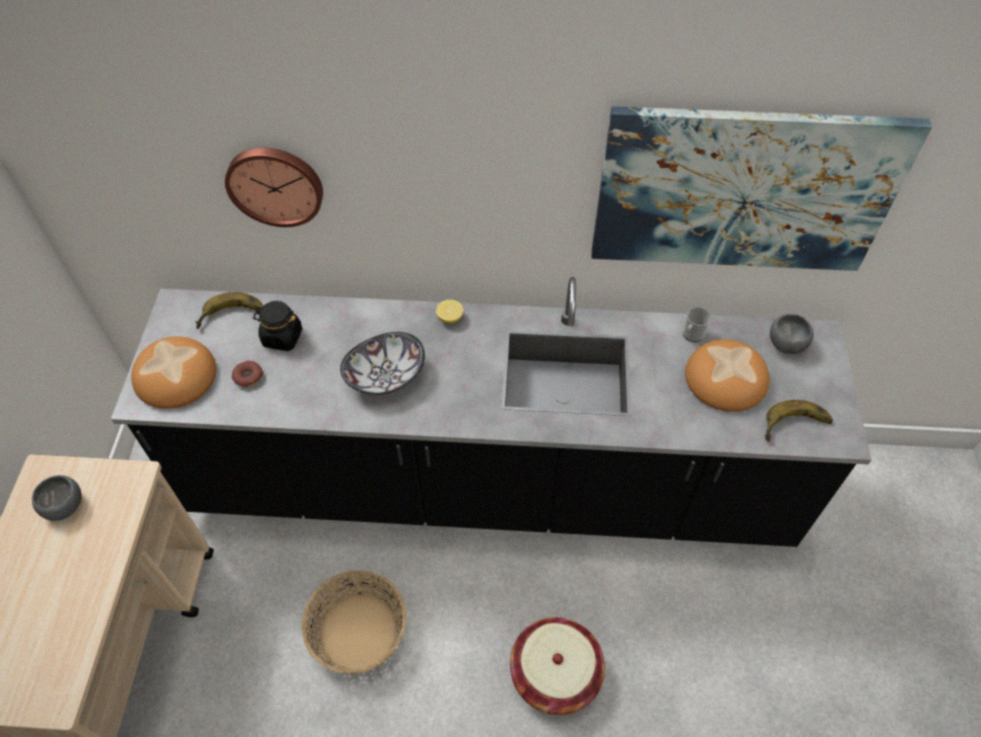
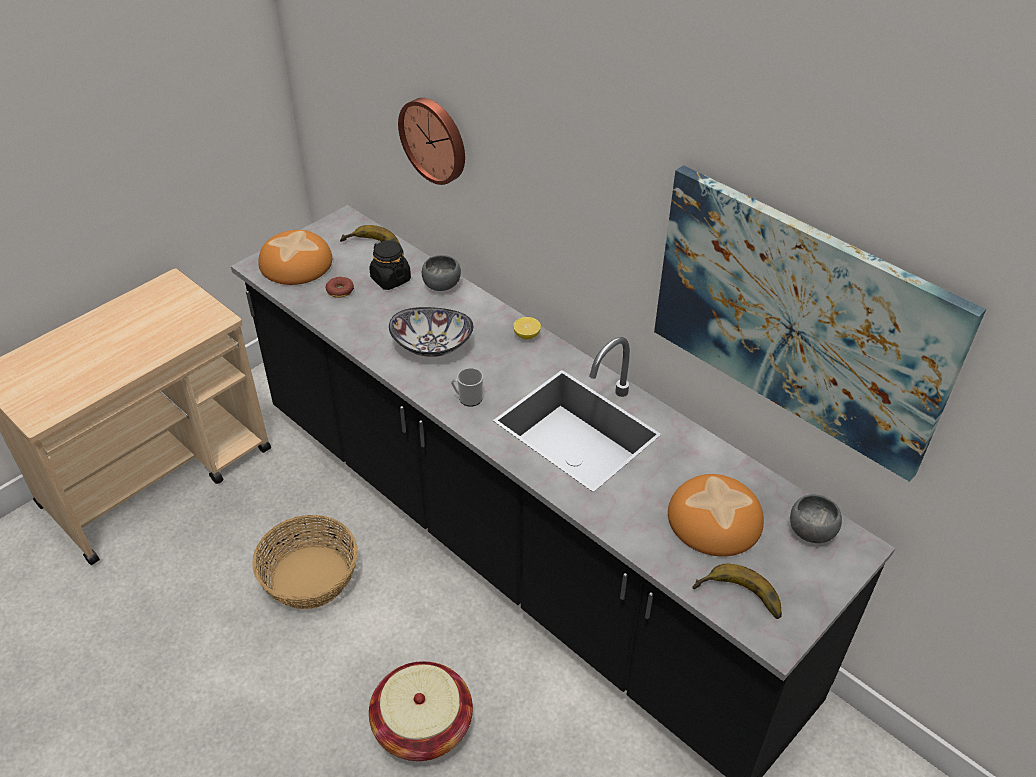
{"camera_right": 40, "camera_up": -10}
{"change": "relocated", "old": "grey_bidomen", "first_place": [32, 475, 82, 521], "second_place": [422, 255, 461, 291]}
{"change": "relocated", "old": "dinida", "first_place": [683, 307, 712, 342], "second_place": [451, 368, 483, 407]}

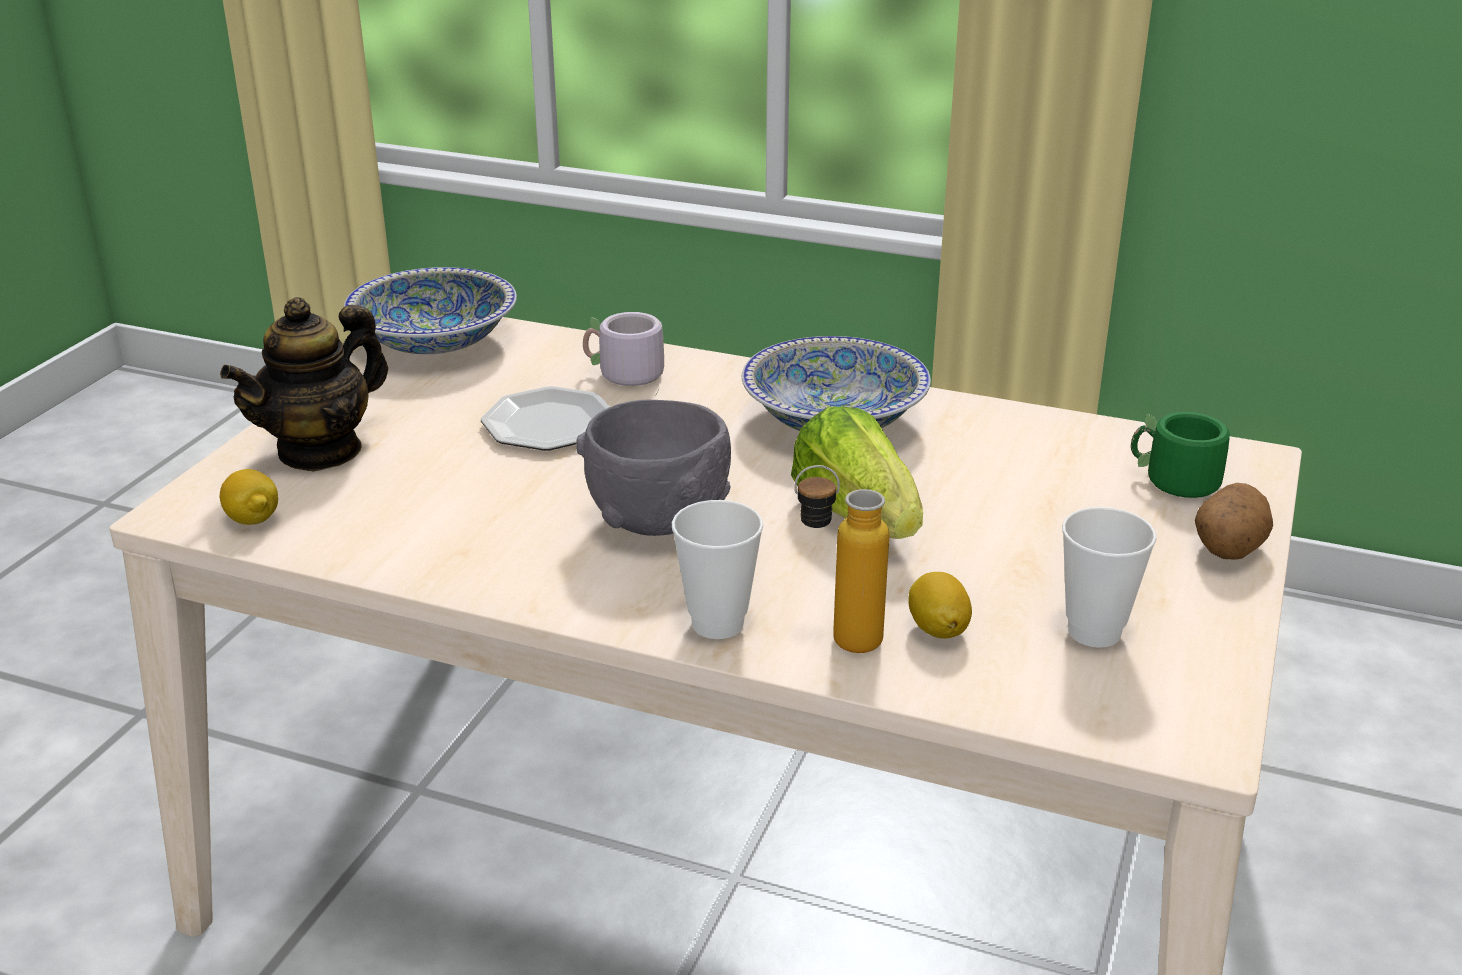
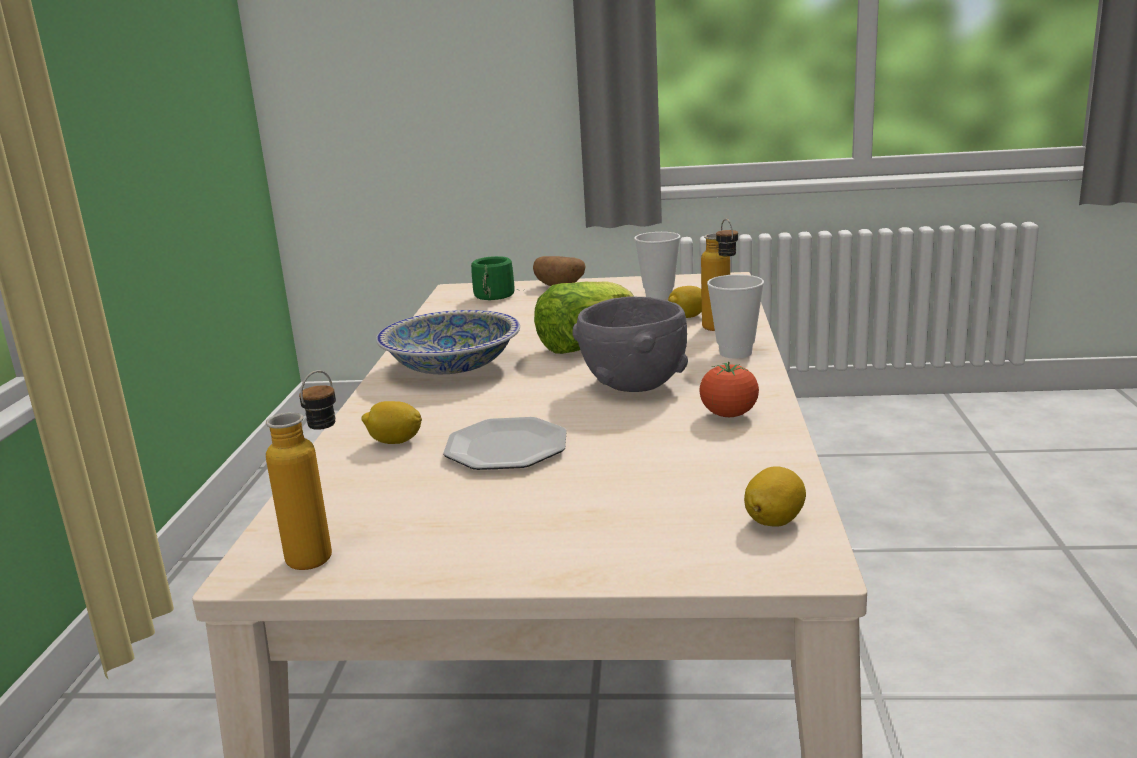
{"camera_right": -105, "camera_up": -10}
{"change": "missing", "old": "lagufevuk", "first_place": [220, 297, 388, 471]}
{"change": "appeared", "new": "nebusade", "second_place": [699, 362, 759, 417]}
{"change": "exchanged", "old": "bidomen", "new": "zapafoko", "first_place": [344, 267, 517, 354], "second_place": [266, 370, 336, 570]}
{"change": "exchanged", "old": "grey_dinida", "new": "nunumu", "first_place": [583, 312, 664, 396], "second_place": [362, 401, 422, 444]}

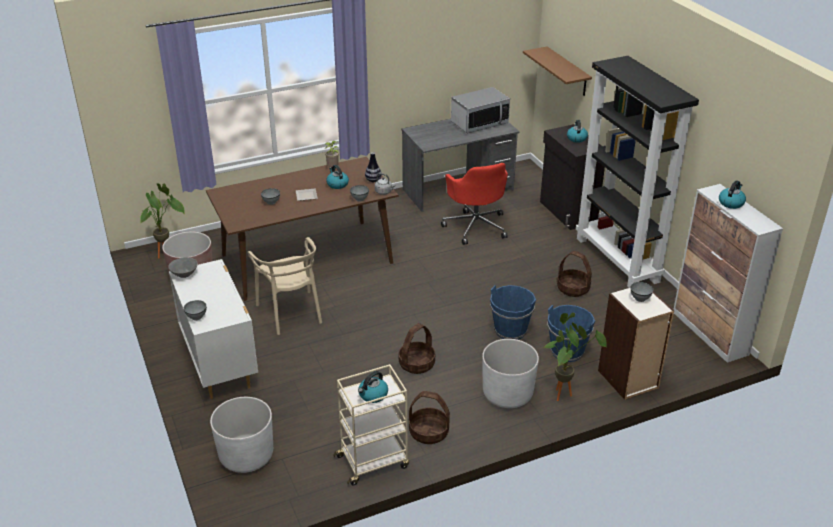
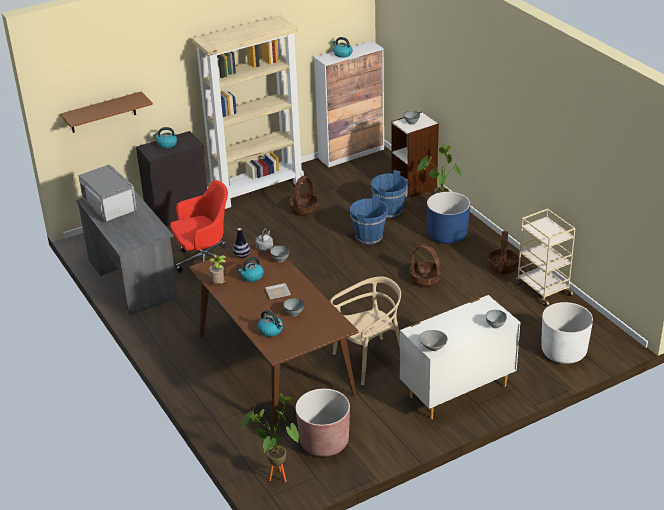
{"camera_right": -95, "camera_up": 0}
{"change": "relocated", "old": "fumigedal", "first_place": [358, 371, 388, 403], "second_place": [258, 310, 283, 337]}
{"change": "colour", "old": "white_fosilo", "new": "blue_fosilo", "first_place": [482, 339, 539, 408], "second_place": [427, 192, 470, 244]}
{"change": "colour", "old": "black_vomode", "new": "beige_vomode", "first_place": [576, 56, 699, 288], "second_place": [192, 15, 304, 209]}

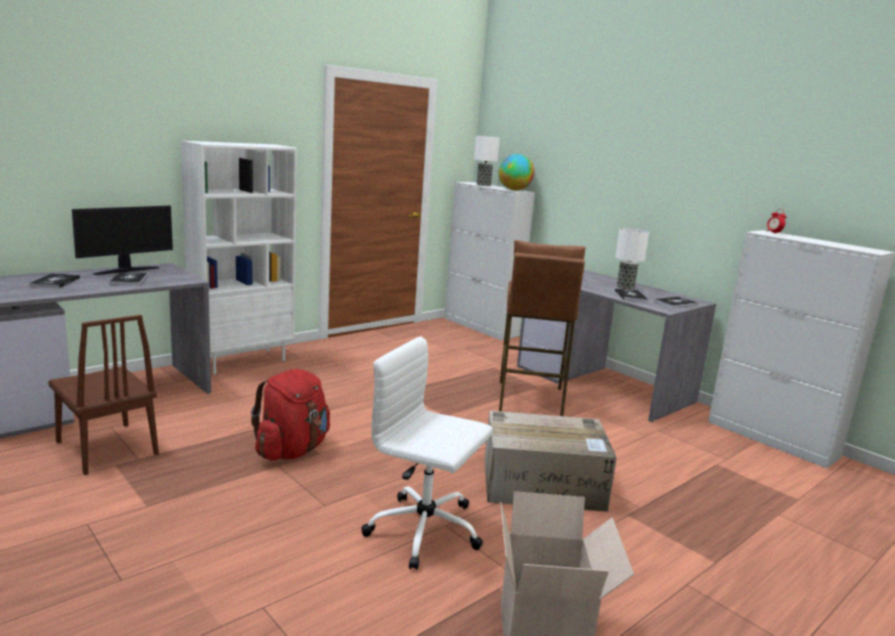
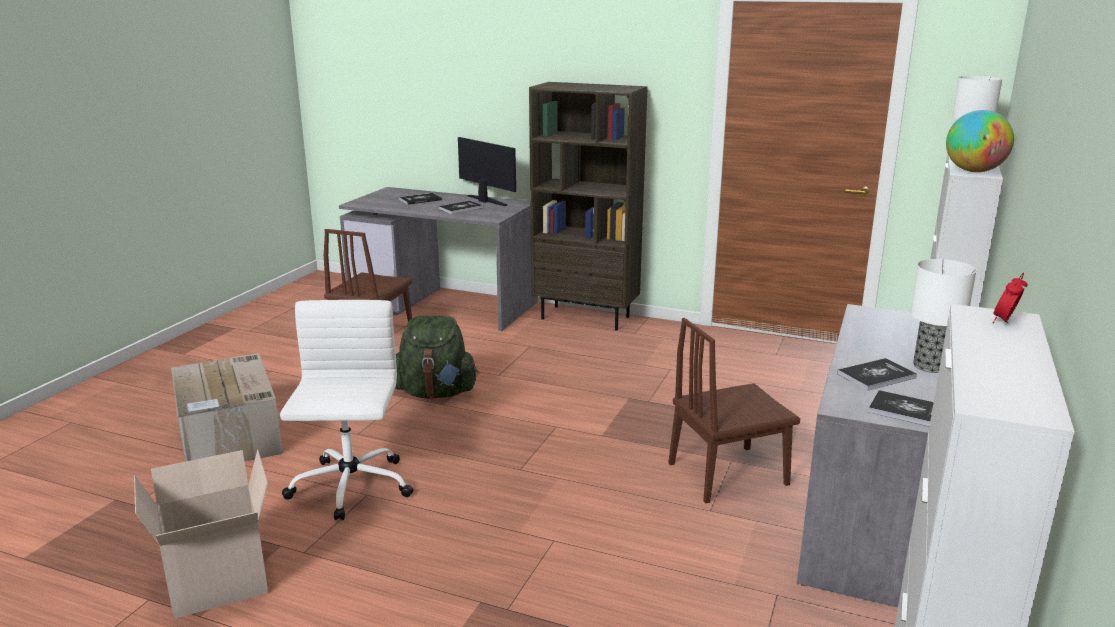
{"camera_right": 65, "camera_up": 5}
{"change": "relocated", "old": "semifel", "first_place": [485, 411, 617, 512], "second_place": [171, 353, 283, 462]}
{"change": "exchanged", "old": "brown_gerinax", "new": "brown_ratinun", "first_place": [499, 240, 586, 416], "second_place": [669, 318, 800, 503]}
{"change": "colour", "old": "white_vomode", "new": "brown_vomode", "first_place": [181, 141, 297, 374], "second_place": [529, 82, 648, 330]}
{"change": "colour", "old": "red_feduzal", "new": "green_feduzal", "first_place": [251, 369, 330, 461], "second_place": [395, 316, 478, 399]}
{"change": "spun", "old": "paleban", "first_place": [72, 205, 173, 275], "second_place": [458, 137, 516, 206], "degrees": -150}

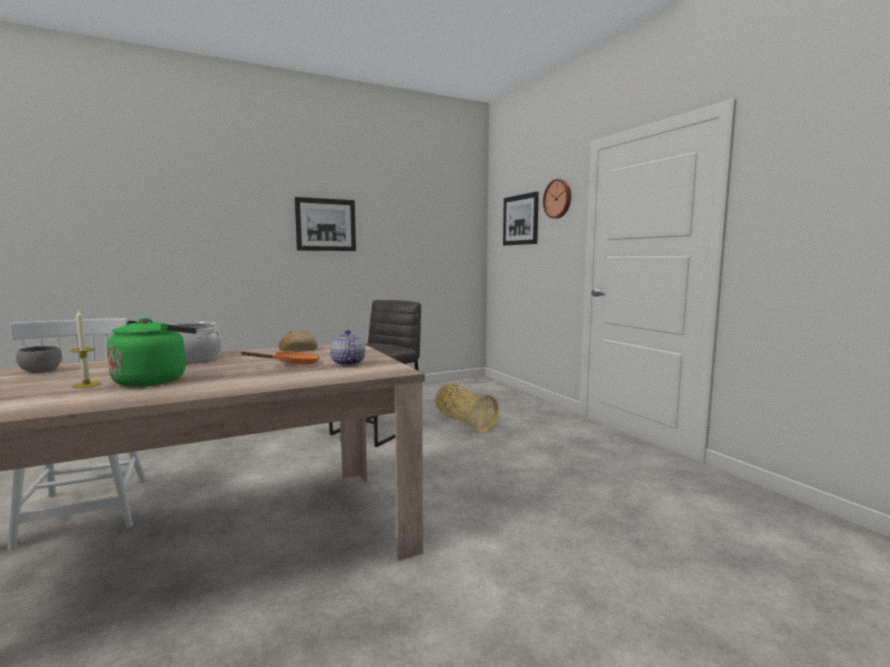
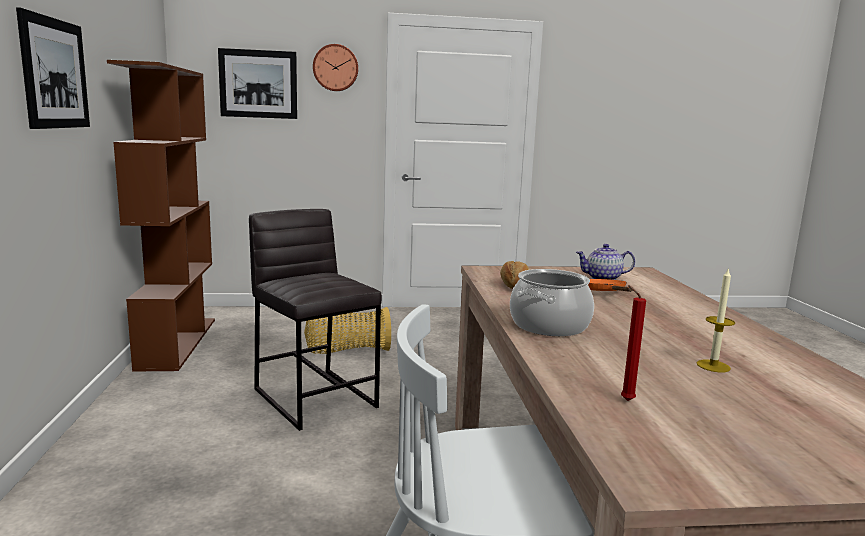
{"camera_right": -70, "camera_up": 5}
{"change": "missing", "old": "green_fumigedal", "first_place": [107, 318, 197, 387]}
{"change": "appeared", "new": "brown_vomode", "second_place": [107, 60, 215, 372]}
{"change": "exchanged", "old": "grey_bidomen", "new": "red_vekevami", "first_place": [16, 346, 62, 373], "second_place": [621, 285, 646, 401]}

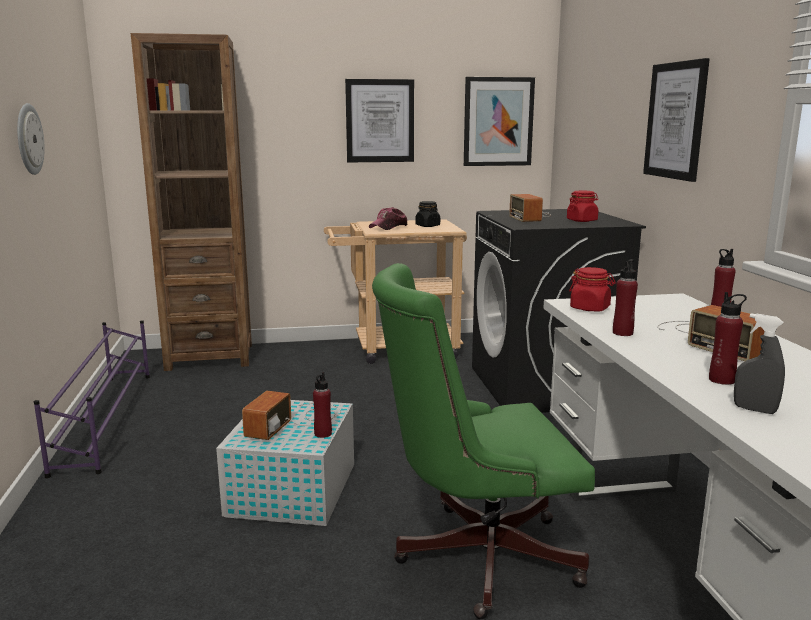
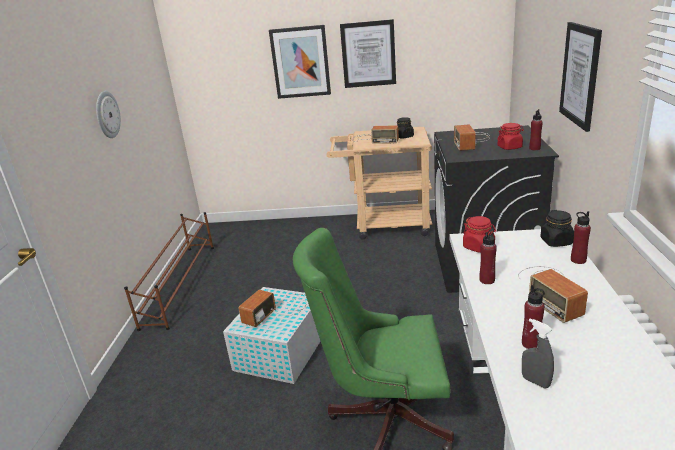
{"camera_right": 15, "camera_up": 10}
{"change": "missing", "old": "brown_vomode", "first_place": [131, 33, 252, 371]}
{"change": "appeared", "new": "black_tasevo", "second_place": [540, 210, 574, 247]}
{"change": "relocated", "old": "red_zapafoko", "first_place": [313, 372, 332, 438], "second_place": [529, 109, 543, 150]}
{"change": "relocated", "old": "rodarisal", "first_place": [464, 77, 535, 166], "second_place": [269, 25, 331, 99]}
{"change": "exchanged", "old": "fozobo", "new": "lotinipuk", "first_place": [369, 207, 408, 230], "second_place": [352, 125, 399, 144]}
{"change": "colour", "old": "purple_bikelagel", "new": "brown_bikelagel", "first_place": [34, 321, 150, 478], "second_place": [124, 212, 214, 331]}

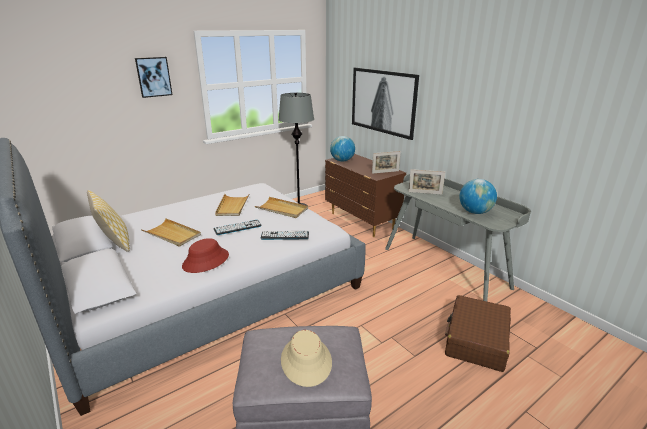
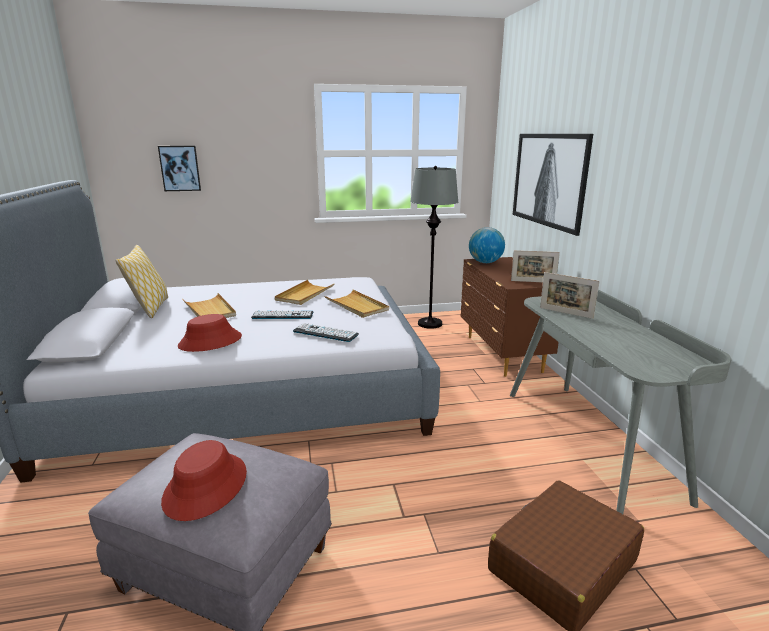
{"camera_right": 25, "camera_up": -5}
{"change": "missing", "old": "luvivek", "first_place": [459, 179, 497, 214]}
{"change": "relocated", "old": "rodarisal", "first_place": [135, 57, 173, 98], "second_place": [158, 146, 201, 191]}
{"change": "colour", "old": "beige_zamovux", "new": "red_zamovux", "first_place": [281, 330, 332, 387], "second_place": [161, 440, 247, 521]}

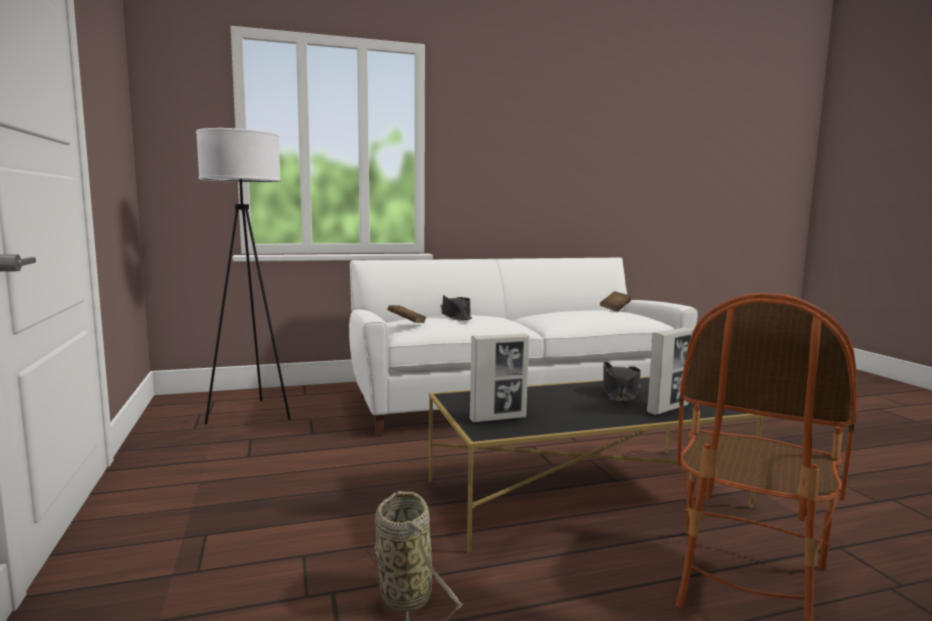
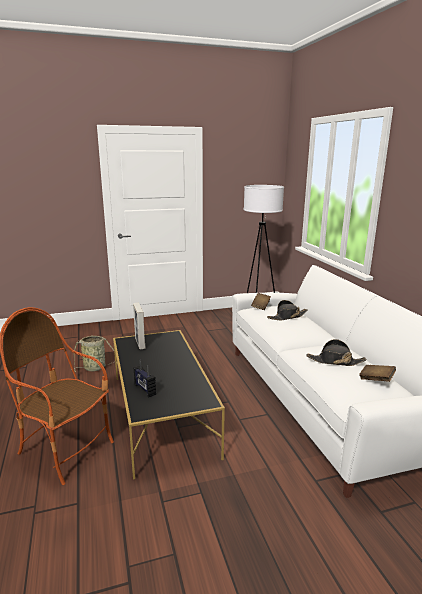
{"camera_right": 90, "camera_up": 10}
{"change": "relocated", "old": "black_zamovux", "first_place": [603, 362, 641, 402], "second_place": [306, 339, 367, 366]}
{"change": "exchanged", "old": "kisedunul", "new": "lotinipuk", "first_place": [647, 327, 694, 415], "second_place": [134, 360, 156, 397]}

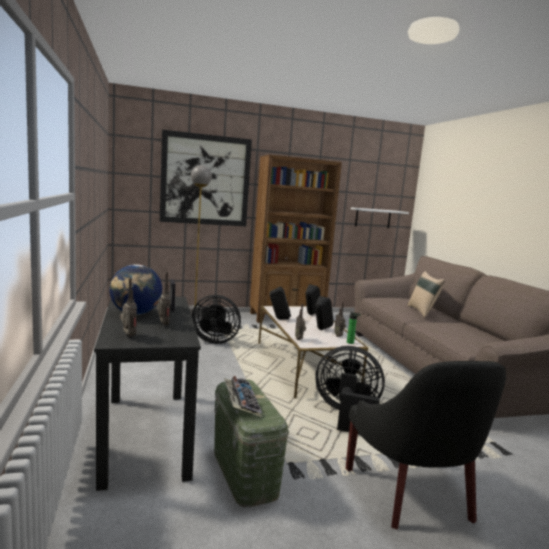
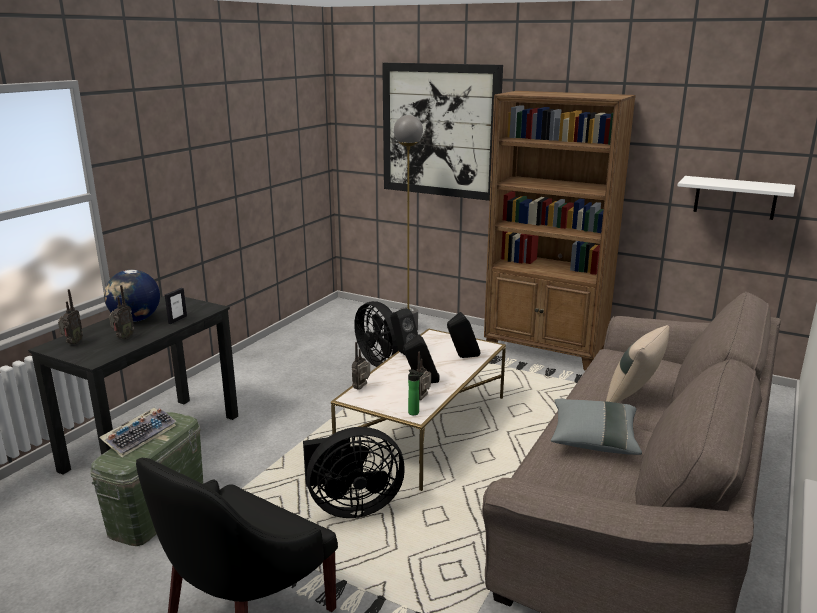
{"camera_right": 45, "camera_up": 10}
{"change": "appeared", "new": "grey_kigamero", "second_place": [551, 398, 642, 455]}
{"change": "spun", "old": "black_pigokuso", "first_place": [315, 346, 385, 435], "second_place": [303, 427, 405, 518], "degrees": 105}

